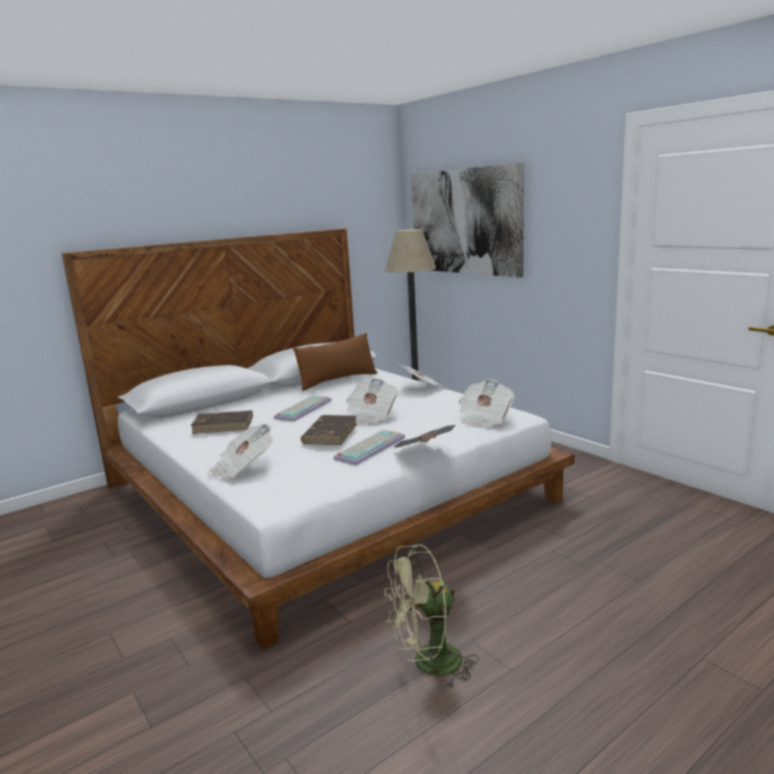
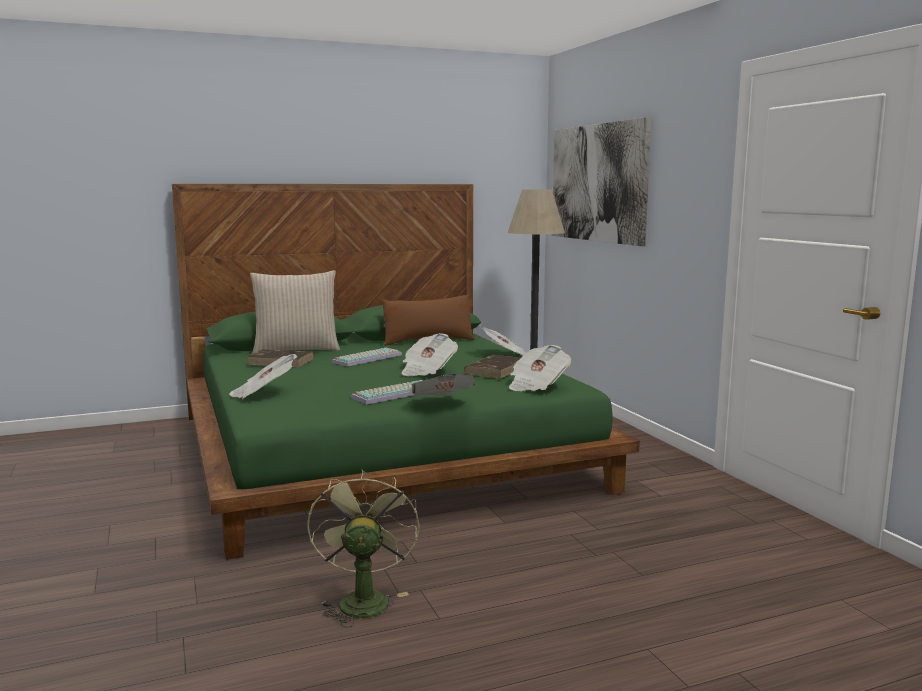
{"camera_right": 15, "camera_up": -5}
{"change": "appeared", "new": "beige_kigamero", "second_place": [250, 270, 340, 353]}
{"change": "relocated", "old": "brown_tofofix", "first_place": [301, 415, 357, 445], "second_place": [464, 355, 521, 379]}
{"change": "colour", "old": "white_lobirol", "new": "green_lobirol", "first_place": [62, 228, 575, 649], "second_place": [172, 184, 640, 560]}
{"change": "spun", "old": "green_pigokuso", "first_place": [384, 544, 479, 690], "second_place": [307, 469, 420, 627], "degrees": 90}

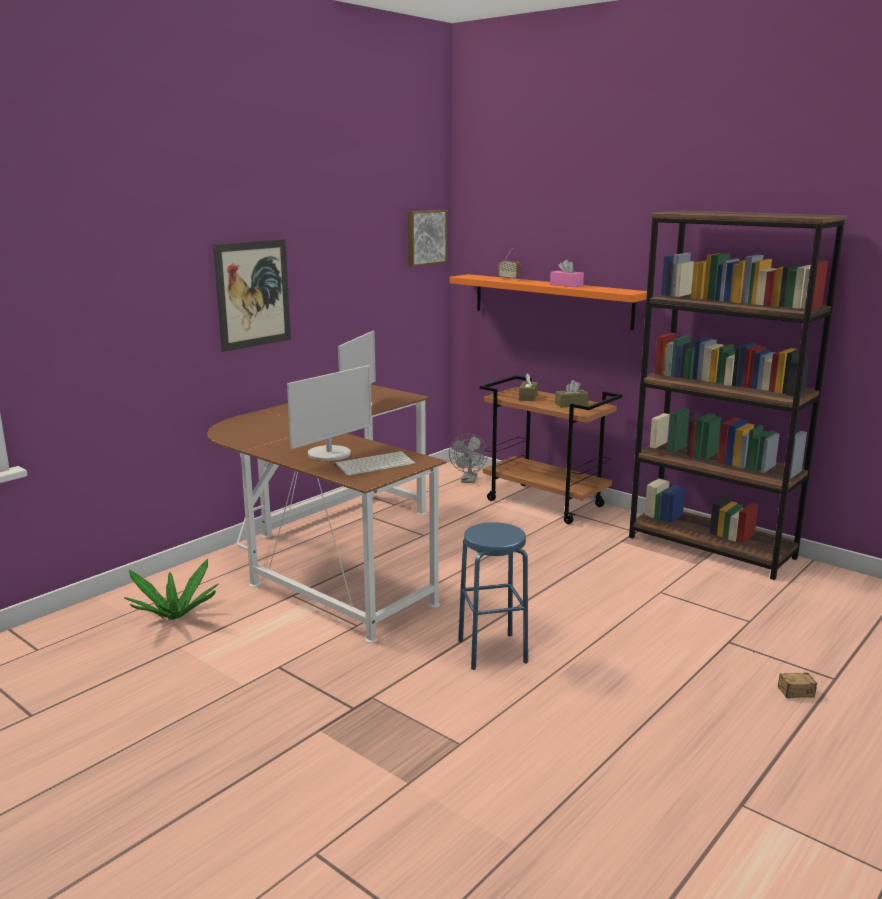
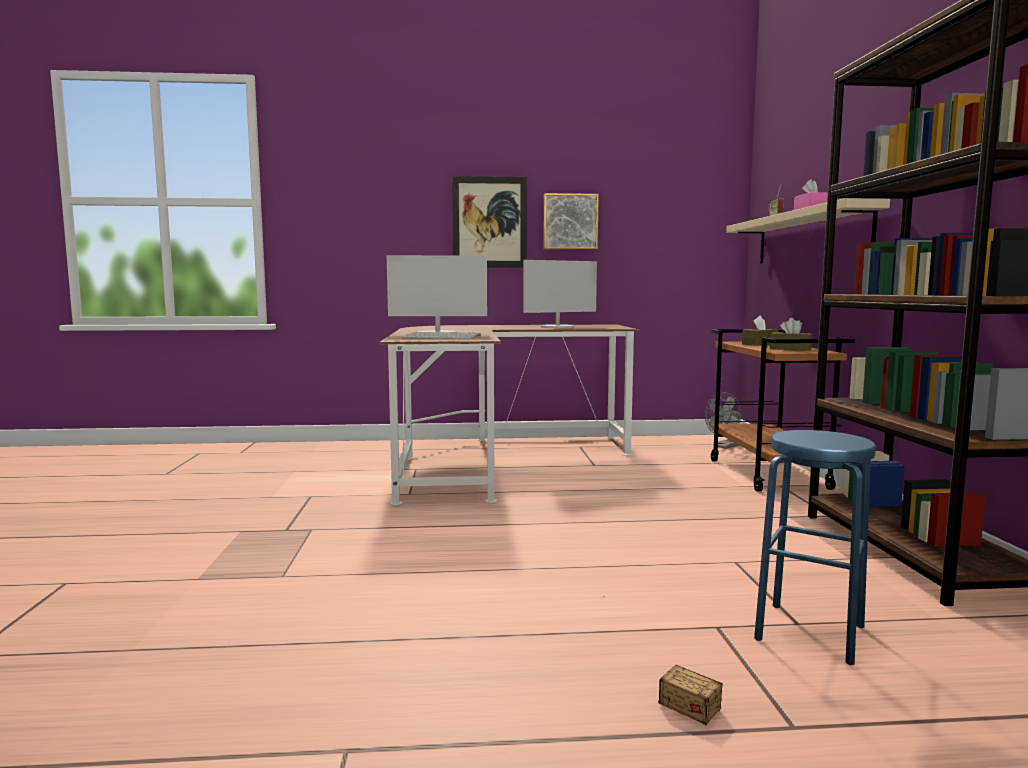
{"camera_right": 45, "camera_up": -10}
{"change": "missing", "old": "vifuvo", "first_place": [124, 559, 218, 620]}
{"change": "relocated", "old": "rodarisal", "first_place": [408, 210, 448, 267], "second_place": [543, 193, 599, 250]}
{"change": "relocated", "old": "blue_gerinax", "first_place": [458, 522, 528, 670], "second_place": [754, 430, 876, 665]}
{"change": "colour", "old": "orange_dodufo", "new": "beige_dodufo", "first_place": [449, 274, 647, 330], "second_place": [726, 198, 890, 264]}

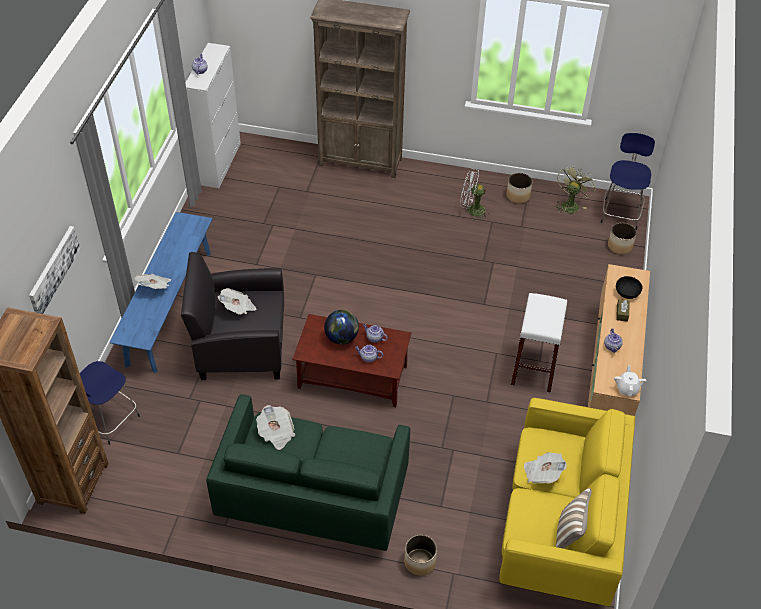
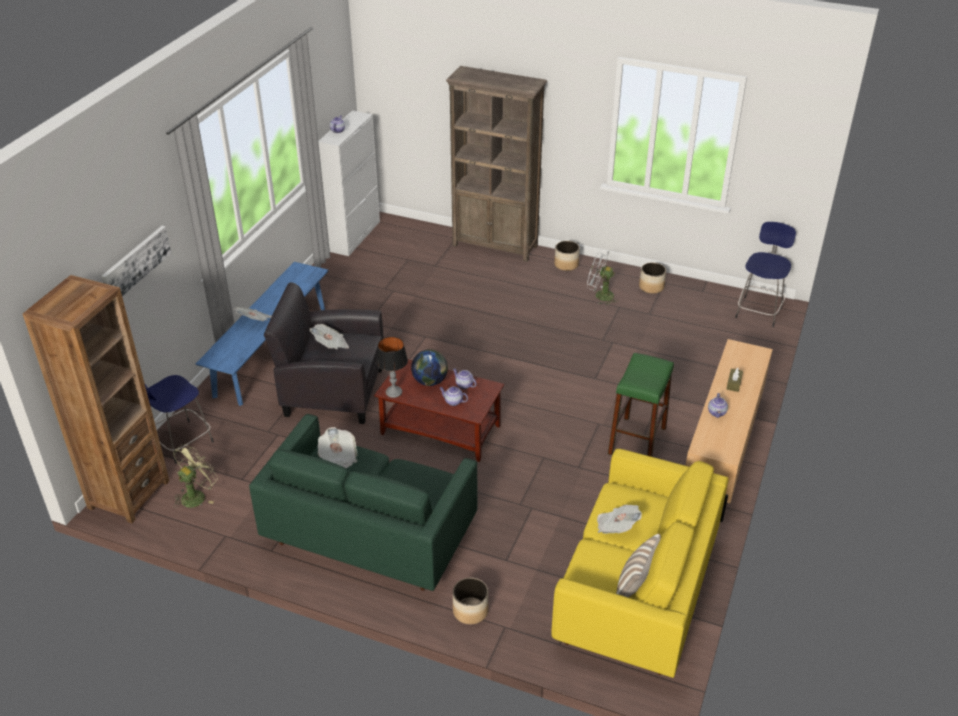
{"camera_right": 10, "camera_up": -10}
{"change": "missing", "old": "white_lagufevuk", "first_place": [614, 365, 646, 396]}
{"change": "missing", "old": "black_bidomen", "first_place": [616, 276, 643, 299]}
{"change": "appeared", "new": "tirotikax", "second_place": [376, 337, 408, 398]}
{"change": "relocated", "old": "green_pigokuso", "first_place": [555, 165, 597, 214], "second_place": [173, 444, 218, 508]}
{"change": "relocated", "old": "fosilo", "first_place": [608, 223, 637, 255], "second_place": [554, 241, 580, 271]}
{"change": "colour", "old": "white_gerinax", "new": "green_gerinax", "first_place": [511, 293, 567, 393], "second_place": [608, 353, 674, 457]}

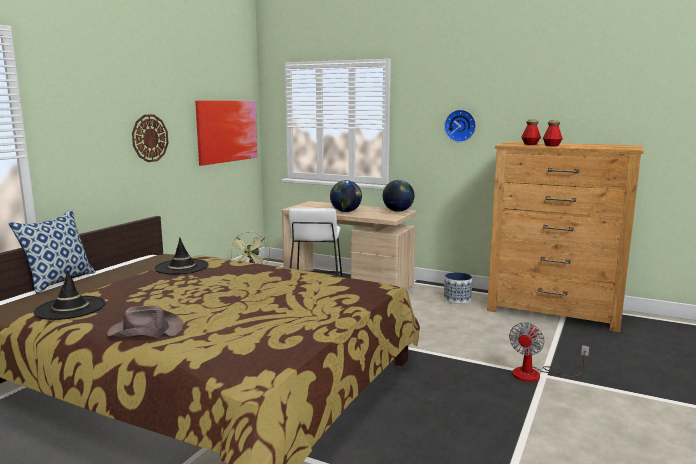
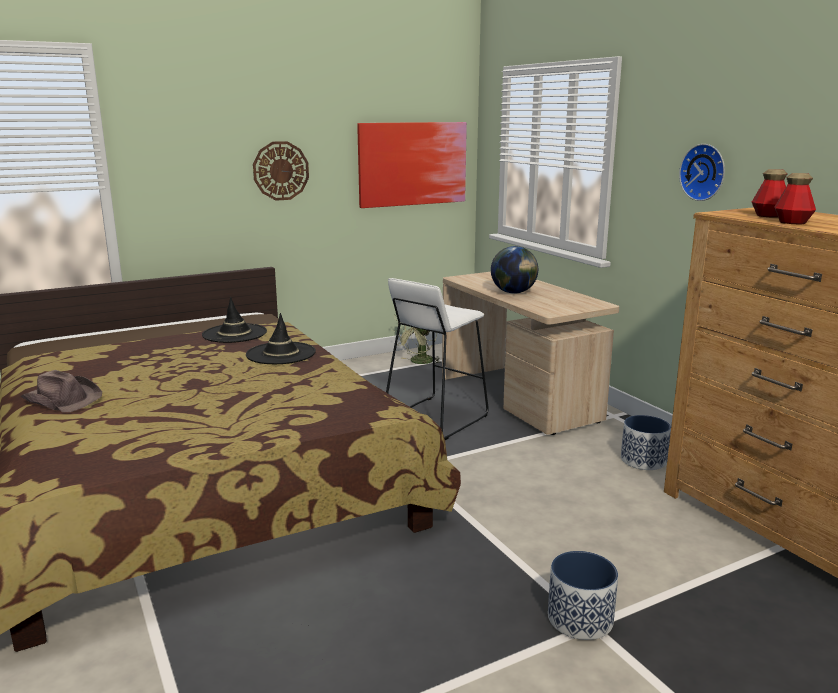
{"camera_right": 35, "camera_up": 5}
{"change": "missing", "old": "kigamero", "first_place": [8, 209, 96, 294]}
{"change": "missing", "old": "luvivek", "first_place": [383, 180, 414, 212]}
{"change": "relocated", "old": "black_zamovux", "first_place": [34, 270, 106, 320], "second_place": [246, 313, 316, 364]}
{"change": "exchanged", "old": "pigokuso", "new": "fosilo", "first_place": [509, 322, 589, 382], "second_place": [548, 551, 618, 640]}

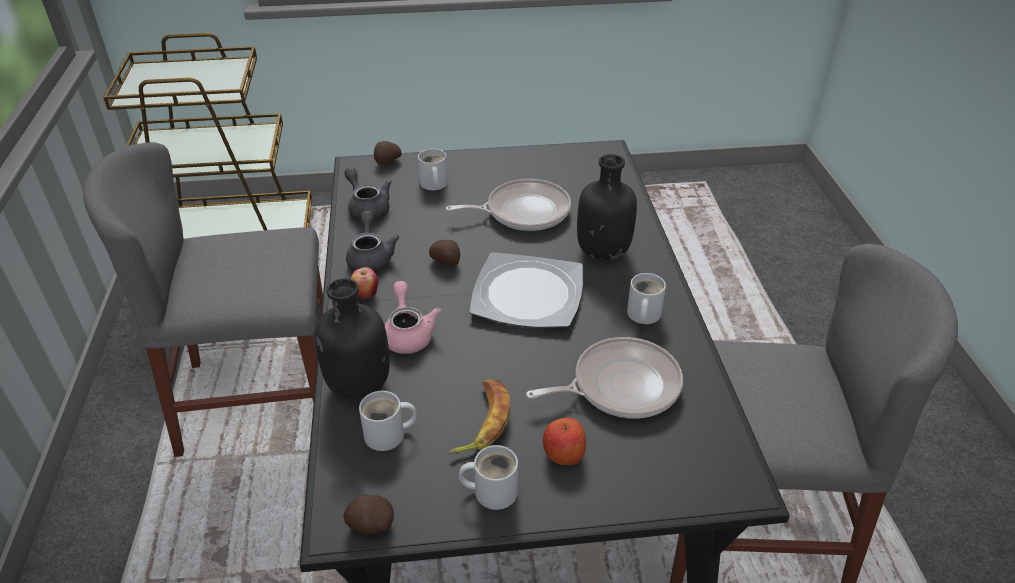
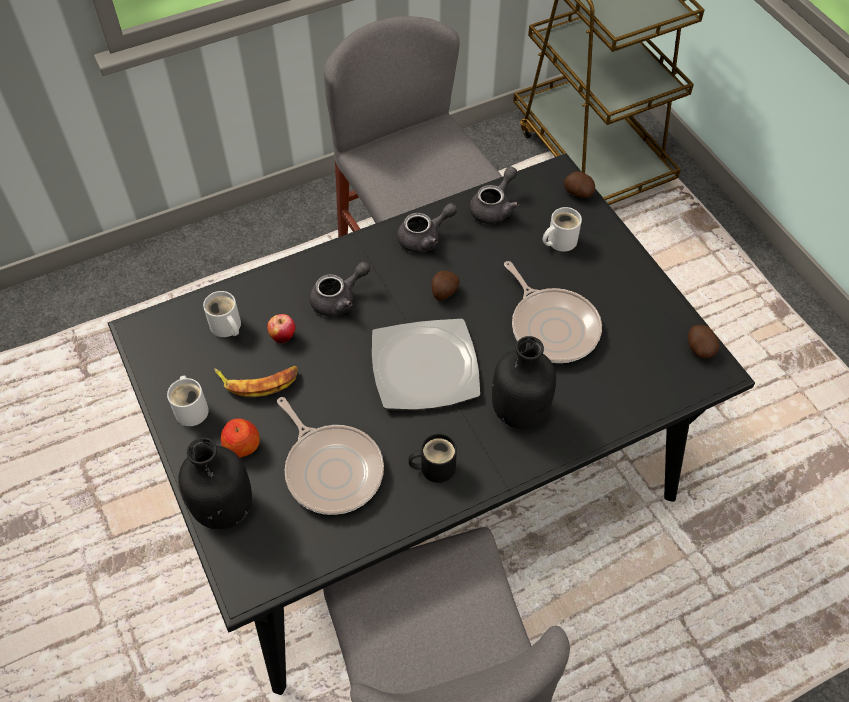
{"camera_right": 70, "camera_up": 15}
{"change": "relocated", "old": "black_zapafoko", "first_place": [315, 278, 390, 399], "second_place": [178, 437, 252, 529]}
{"change": "relocated", "old": "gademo", "first_place": [343, 494, 394, 534], "second_place": [688, 325, 719, 359]}
{"change": "relocated", "old": "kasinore", "first_place": [351, 267, 378, 299], "second_place": [267, 314, 295, 343]}
{"change": "colour", "old": "pink_lagufevuk", "new": "grey_lagufevuk", "first_place": [385, 281, 441, 354], "second_place": [310, 262, 370, 316]}
{"change": "colour", "old": "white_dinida", "new": "black_dinida", "first_place": [627, 273, 666, 324], "second_place": [408, 434, 457, 483]}

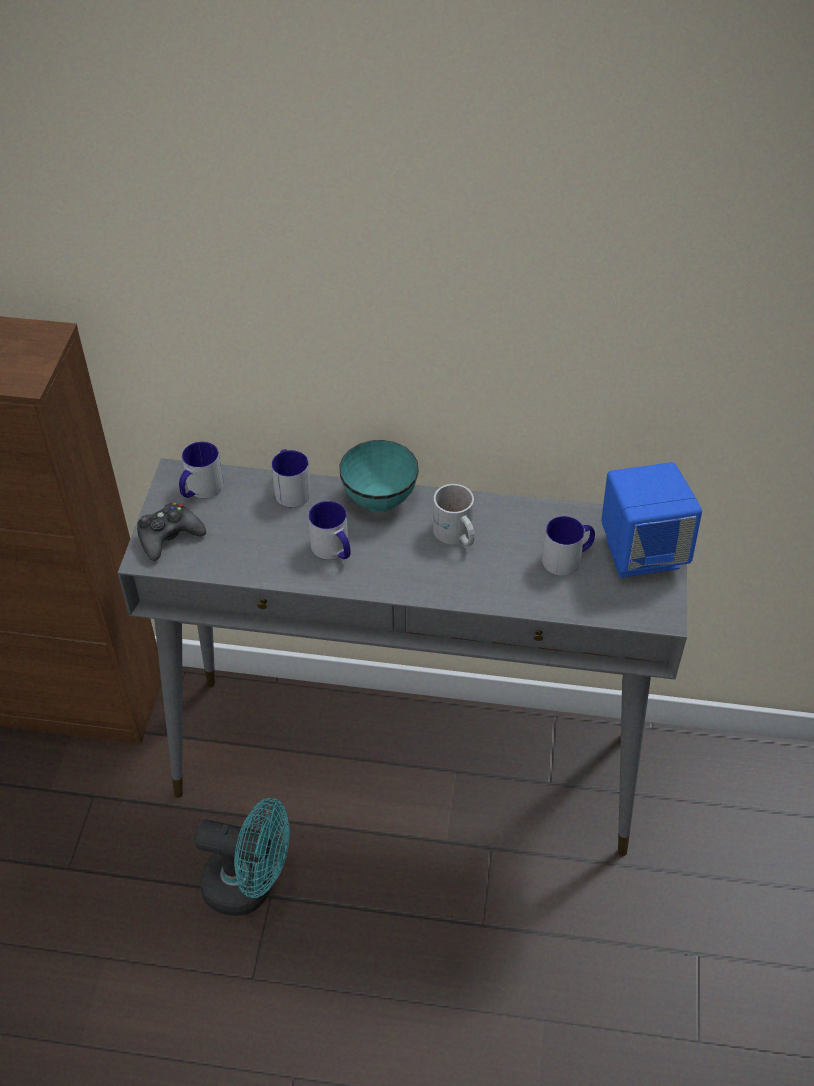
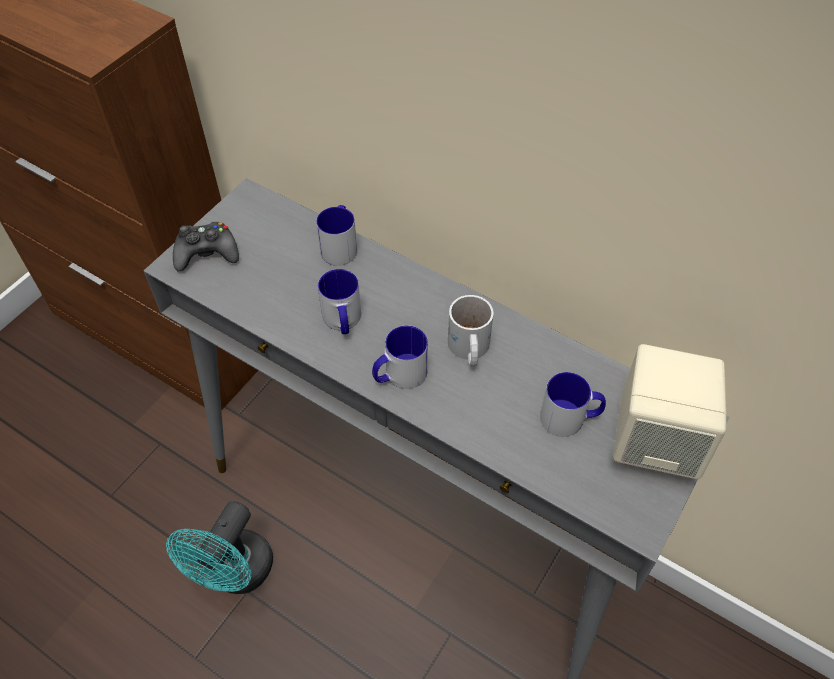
{"camera_right": 25, "camera_up": 5}
{"change": "missing", "old": "turquoise_bidomen", "first_place": [339, 440, 419, 512]}
{"change": "relocated", "old": "dinida", "first_place": [179, 441, 224, 498], "second_place": [372, 325, 428, 389]}
{"change": "colour", "old": "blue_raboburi", "new": "beige_raboburi", "first_place": [601, 462, 702, 578], "second_place": [613, 344, 726, 479]}
{"change": "spun", "old": "turquoise_pigokuso", "first_place": [194, 798, 290, 916], "second_place": [166, 501, 273, 594], "degrees": 75}

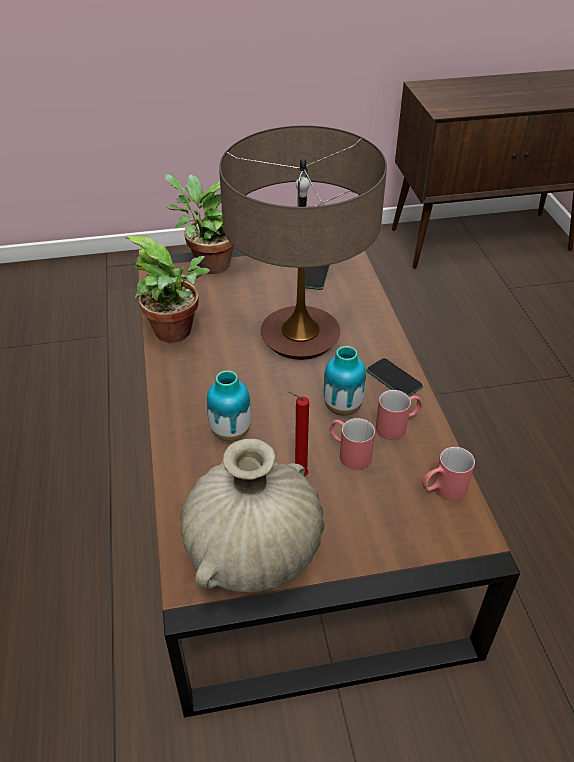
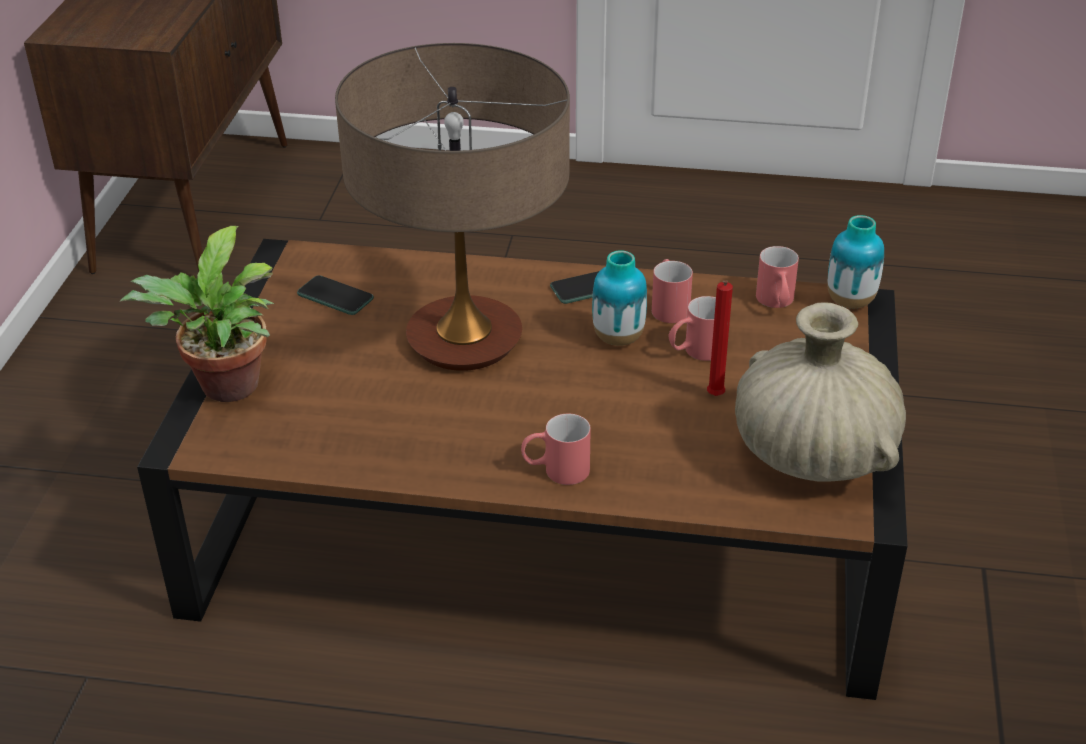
{"camera_right": -70, "camera_up": -5}
{"change": "missing", "old": "vifuvo", "first_place": [125, 236, 210, 343]}
{"change": "appeared", "new": "red_dinida", "second_place": [521, 414, 591, 485]}
{"change": "relocated", "old": "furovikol", "first_place": [207, 370, 251, 442], "second_place": [828, 215, 884, 308]}

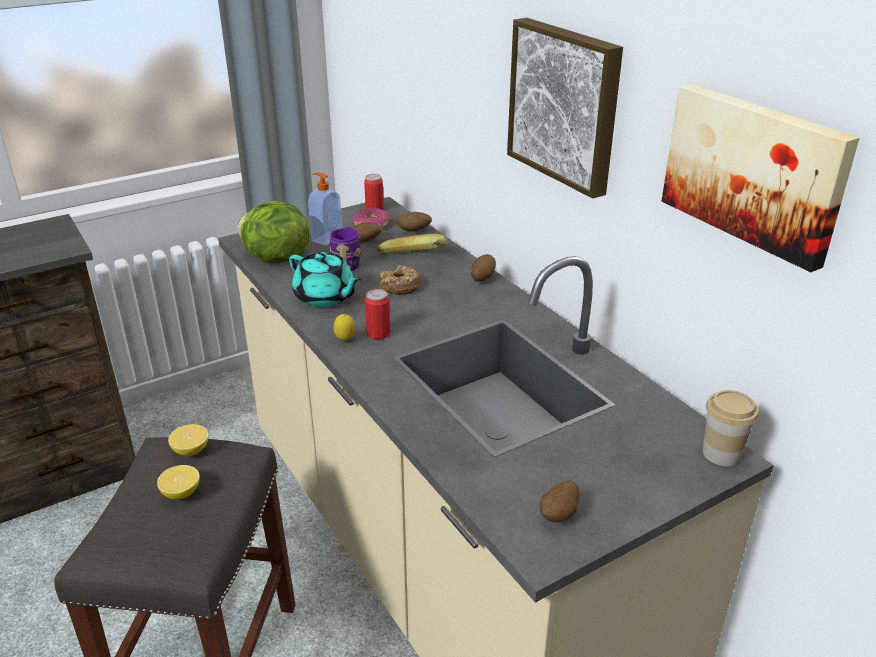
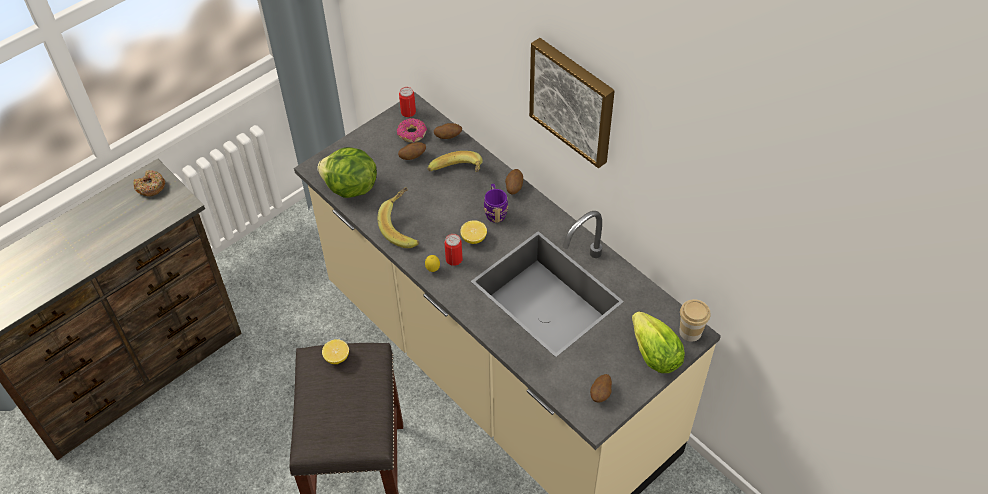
{"camera_right": -10, "camera_up": 20}
{"change": "missing", "old": "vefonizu", "first_place": [308, 172, 342, 246]}
{"change": "missing", "old": "rodarisal", "first_place": [662, 84, 859, 272]}
{"change": "appeared", "new": "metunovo", "second_place": [632, 311, 685, 373]}
{"change": "relocated", "old": "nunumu", "first_place": [157, 465, 200, 499], "second_place": [460, 220, 487, 244]}
{"change": "relocated", "old": "purple_dinida", "first_place": [329, 227, 361, 271], "second_place": [484, 184, 509, 223]}
{"change": "relocated", "old": "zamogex", "first_place": [379, 266, 421, 295], "second_place": [133, 170, 165, 197]}
{"change": "exchanged", "old": "turquoise_lagufevuk", "new": "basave", "first_place": [289, 252, 361, 307], "second_place": [378, 187, 419, 248]}

